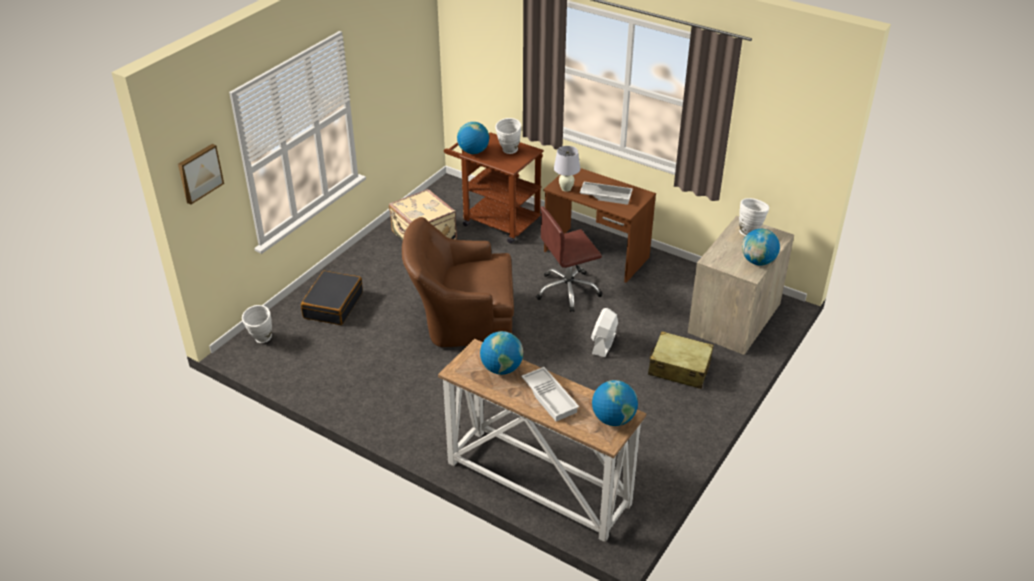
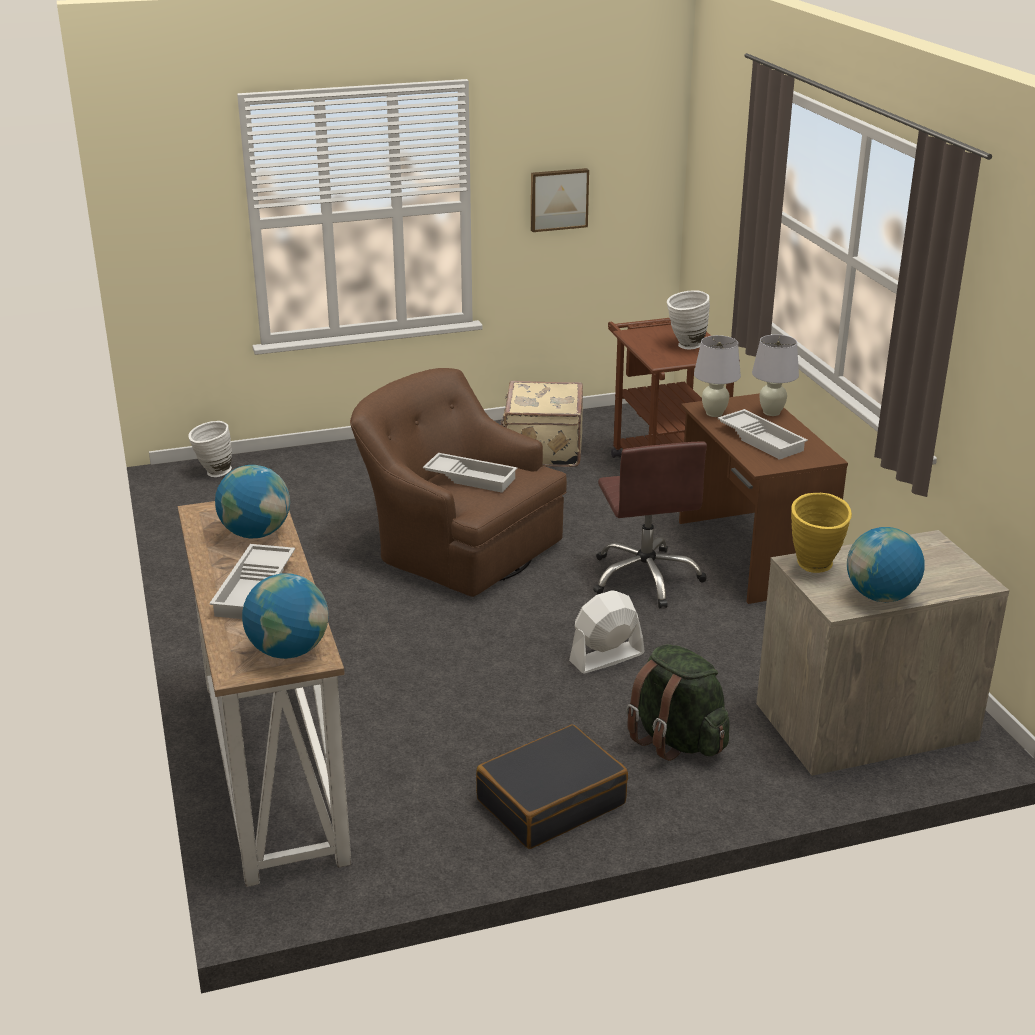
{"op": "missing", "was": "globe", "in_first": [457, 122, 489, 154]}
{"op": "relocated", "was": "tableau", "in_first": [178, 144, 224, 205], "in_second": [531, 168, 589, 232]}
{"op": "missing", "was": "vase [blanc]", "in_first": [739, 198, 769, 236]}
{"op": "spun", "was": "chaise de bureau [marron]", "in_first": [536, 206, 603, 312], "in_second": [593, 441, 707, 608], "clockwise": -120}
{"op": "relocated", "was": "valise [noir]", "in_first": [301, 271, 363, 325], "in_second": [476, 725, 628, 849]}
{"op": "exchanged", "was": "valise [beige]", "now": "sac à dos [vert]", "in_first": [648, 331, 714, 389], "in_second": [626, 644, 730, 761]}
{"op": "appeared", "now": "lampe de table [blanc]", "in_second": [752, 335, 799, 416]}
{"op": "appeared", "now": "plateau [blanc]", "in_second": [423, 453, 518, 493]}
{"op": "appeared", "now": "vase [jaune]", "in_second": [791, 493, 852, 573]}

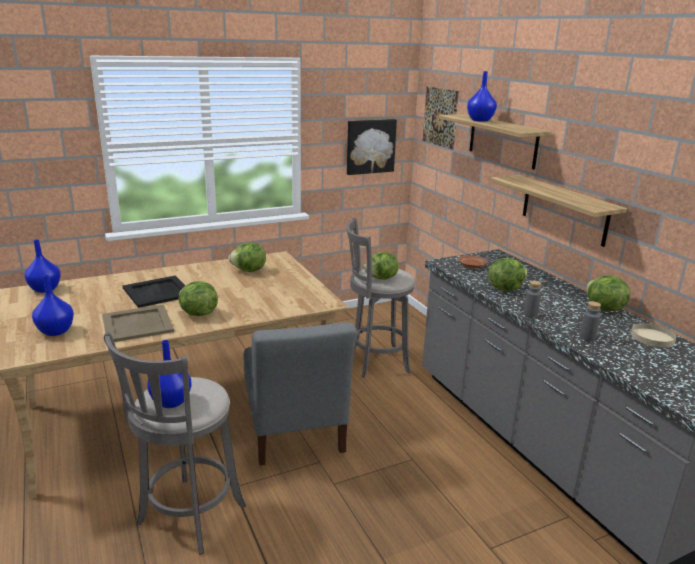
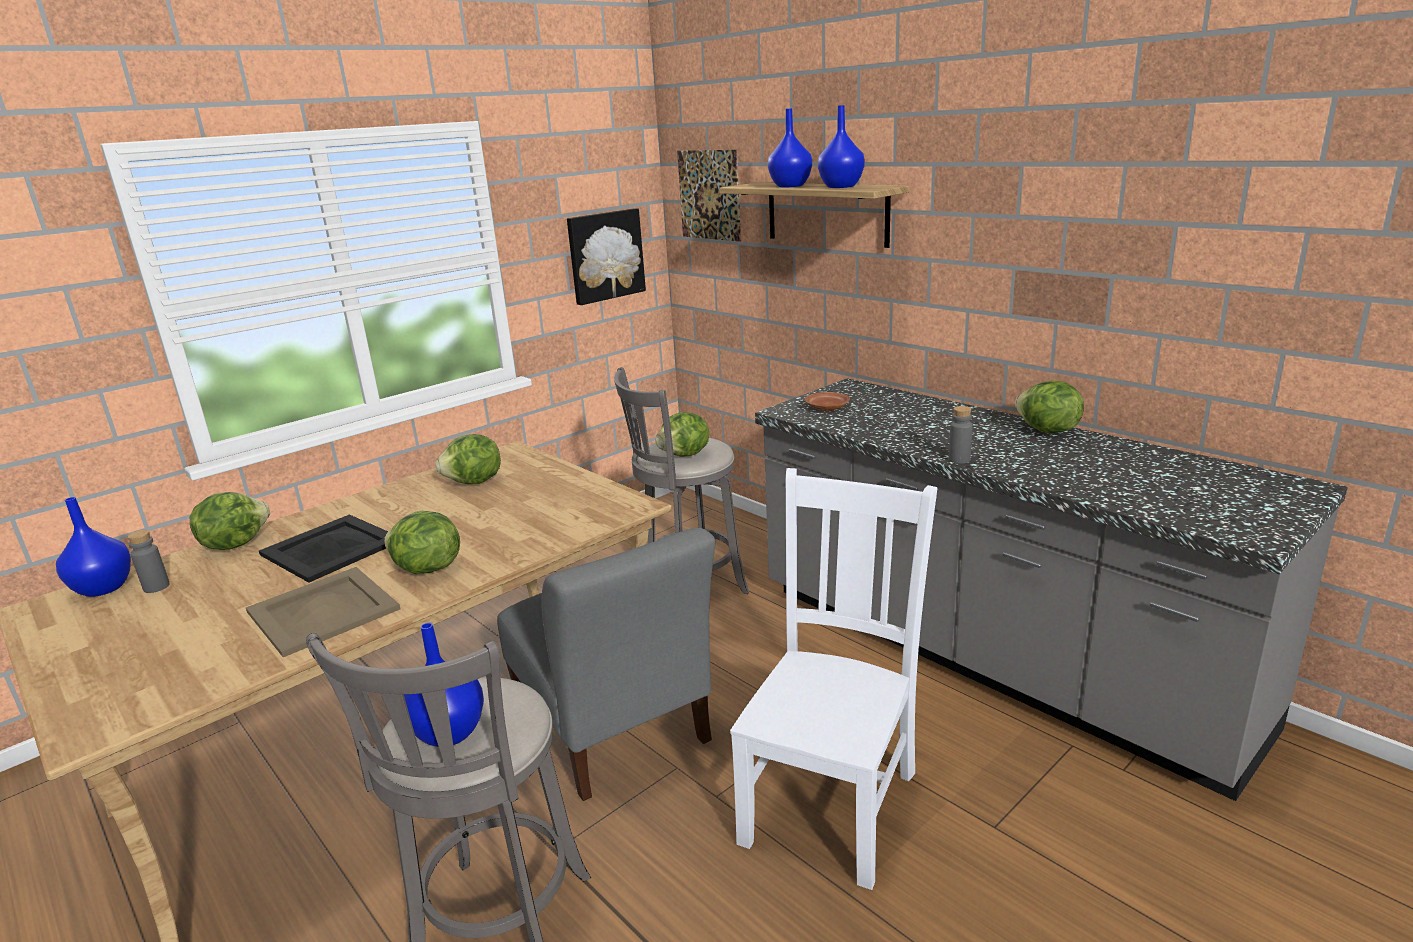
{"op": "missing", "was": "étagère", "in_first": [490, 175, 627, 247]}
{"op": "relocated", "was": "laitue", "in_first": [488, 258, 527, 291], "in_second": [190, 492, 270, 550]}
{"op": "relocated", "was": "vase [bleu]", "in_first": [32, 275, 74, 336], "in_second": [818, 105, 865, 188]}
{"op": "relocated", "was": "bouteille [gris]", "in_first": [580, 301, 601, 342], "in_second": [127, 530, 170, 593]}
{"op": "missing", "was": "assiette [beige]", "in_first": [631, 323, 676, 347]}
{"op": "appeared", "now": "chaise [blanc]", "in_second": [730, 468, 937, 890]}

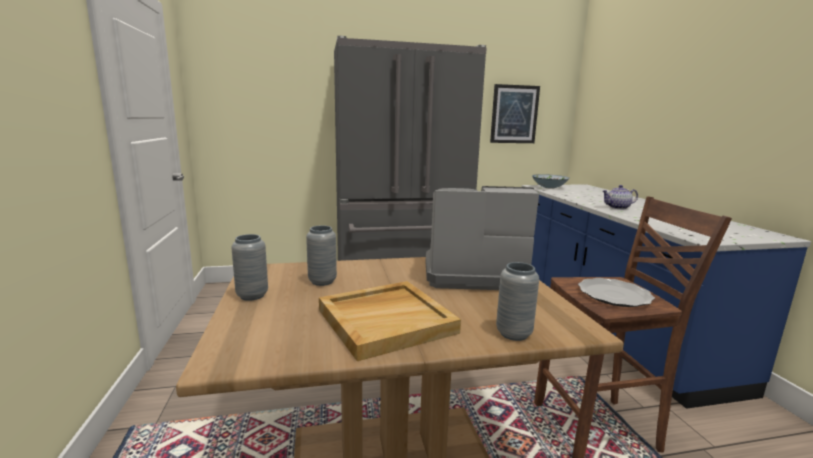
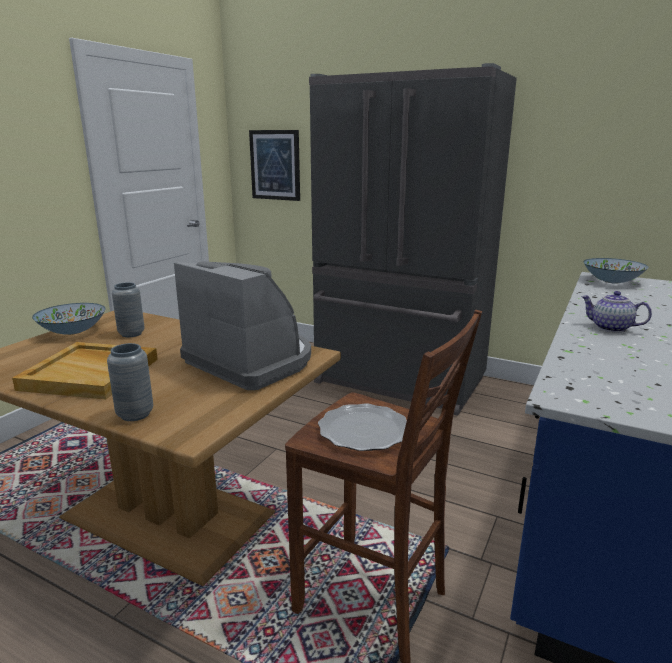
{"op": "relocated", "was": "tableau", "in_first": [490, 84, 540, 143], "in_second": [249, 130, 300, 201]}
{"op": "exchanged", "was": "vase [gris]", "now": "bol", "in_first": [231, 234, 268, 301], "in_second": [32, 303, 106, 335]}

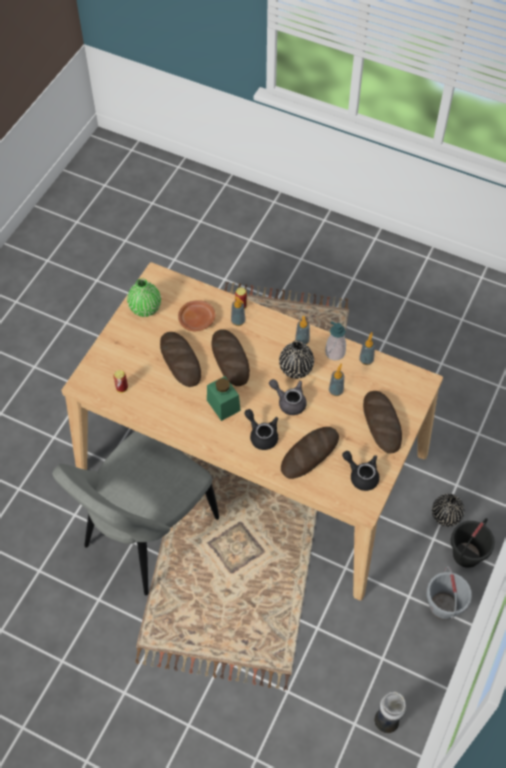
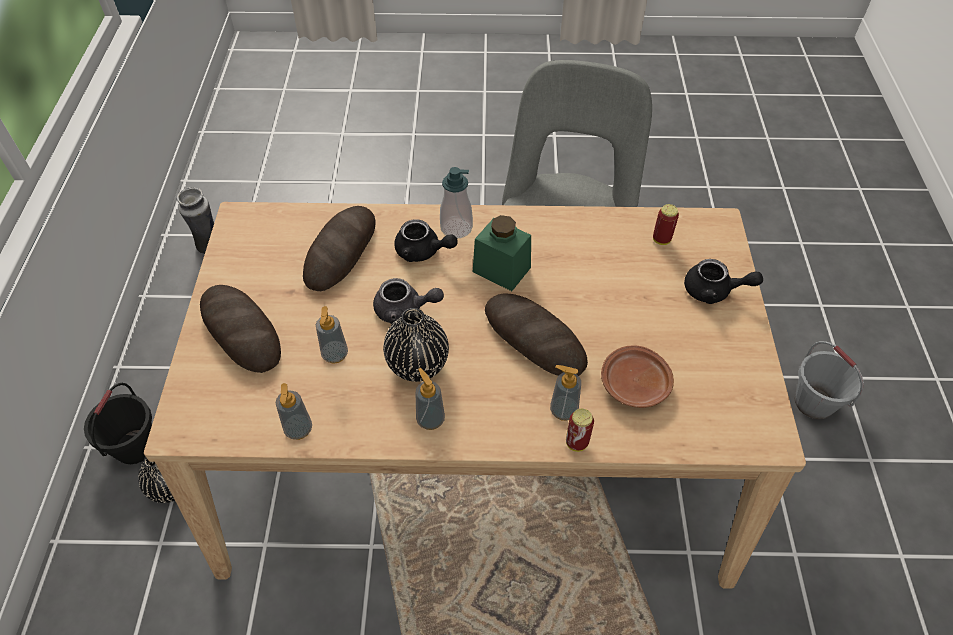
{"op": "missing", "was": "vase [vert]", "in_first": [127, 279, 161, 317]}
{"op": "relocated", "was": "distributeur de savon", "in_first": [325, 321, 346, 360], "in_second": [440, 167, 473, 238]}
{"op": "missing", "was": "pain", "in_first": [160, 332, 201, 387]}
{"op": "relocated", "was": "théière [noir]", "in_first": [342, 451, 380, 491], "in_second": [684, 259, 763, 304]}
{"op": "relocated", "was": "seau [gris]", "in_first": [426, 566, 472, 620], "in_second": [795, 341, 864, 419]}

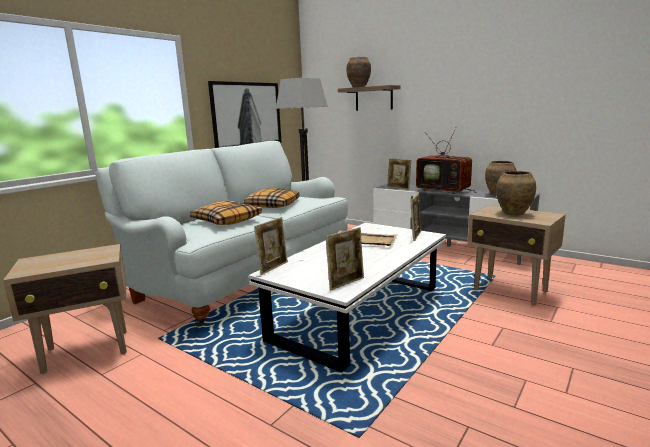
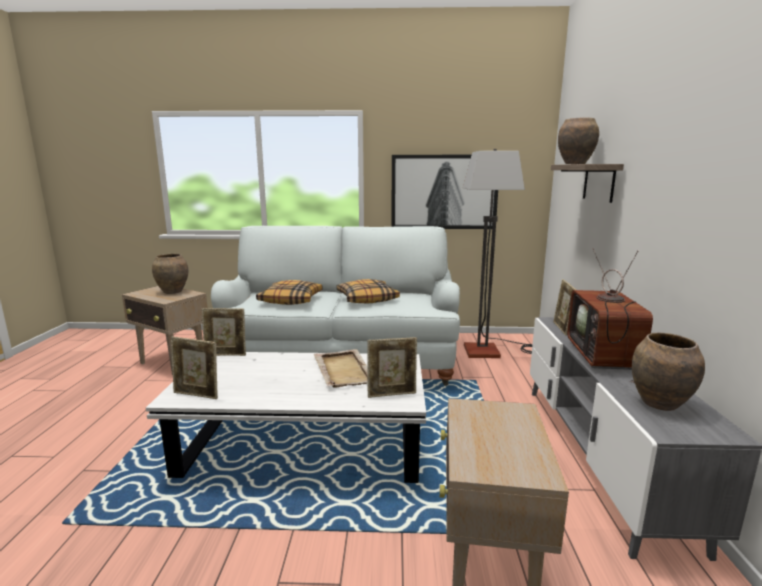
{"op": "relocated", "was": "vase [marron]", "in_first": [496, 171, 536, 216], "in_second": [152, 254, 188, 294]}

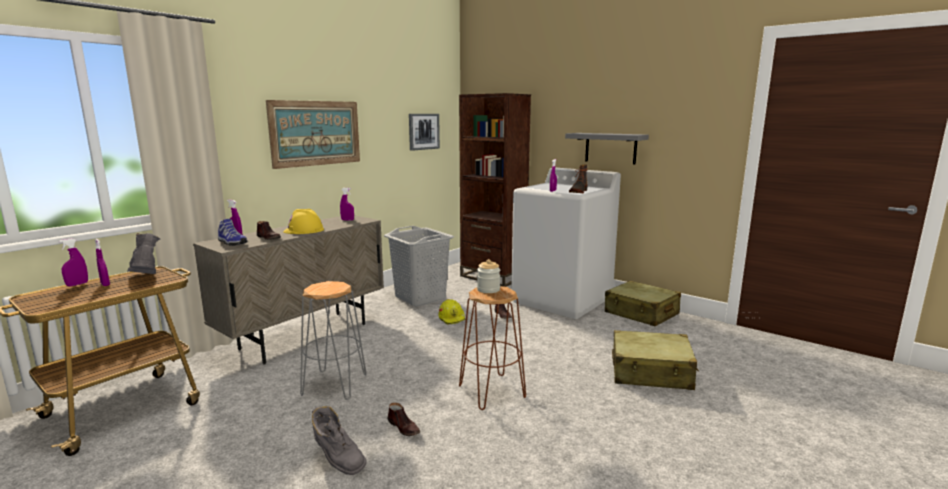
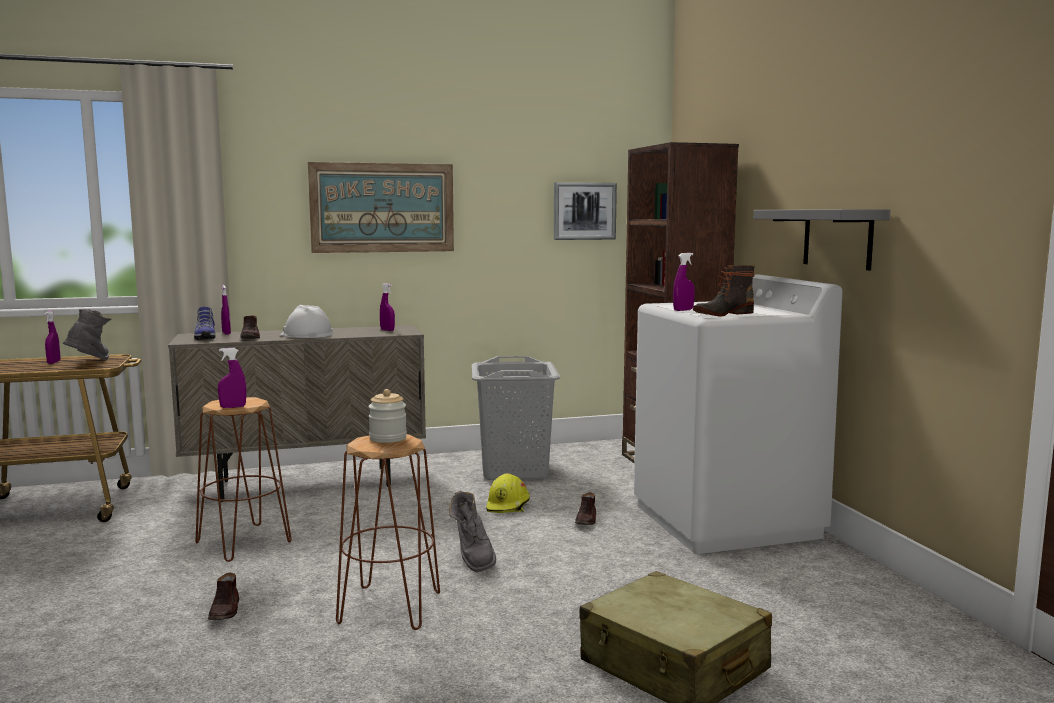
{"op": "colour", "was": "casque de chantier [jaune]", "now": "casque de chantier [blanc]", "in_first": [283, 209, 324, 234], "in_second": [280, 305, 333, 338]}
{"op": "relocated", "was": "vaporisateur [violet]", "in_first": [59, 238, 88, 286], "in_second": [218, 348, 246, 408]}
{"op": "colour", "was": "tabouret [gris]", "now": "tabouret [marron]", "in_first": [300, 281, 367, 400], "in_second": [195, 397, 291, 562]}
{"op": "missing", "was": "valise [beige]", "in_first": [605, 281, 681, 326]}
{"op": "relocated", "was": "botte [gris]", "in_first": [312, 406, 367, 475], "in_second": [449, 490, 496, 572]}

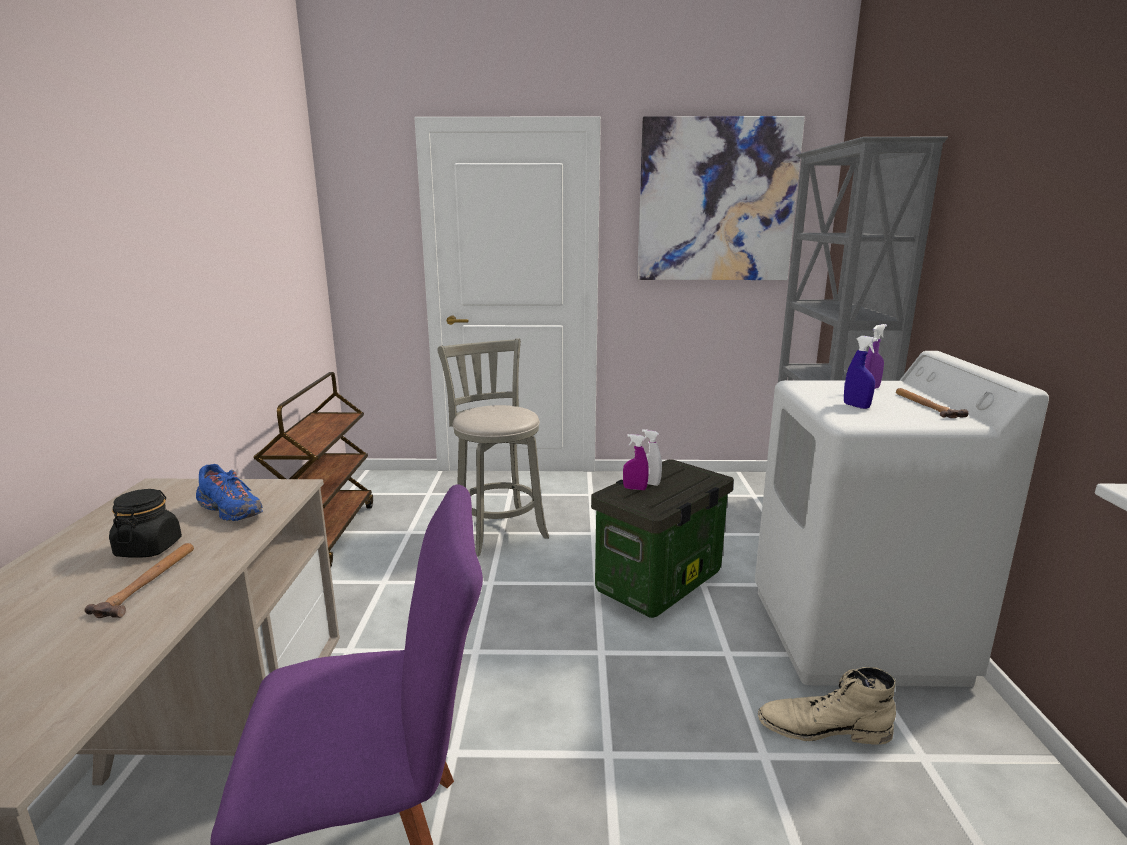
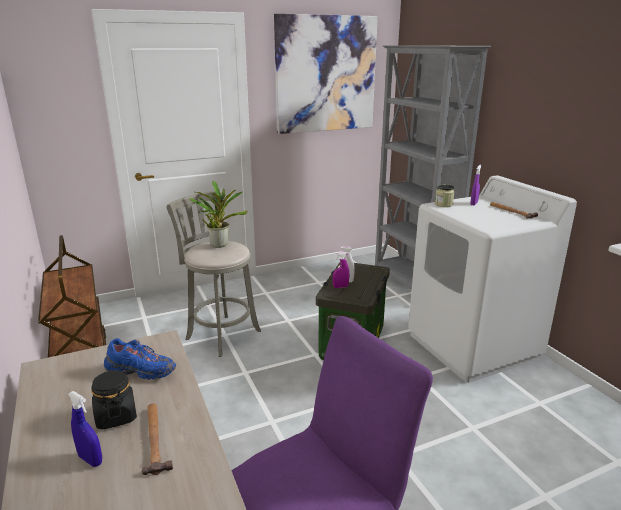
{"op": "relocated", "was": "vaporisateur [bleu]", "in_first": [844, 336, 878, 409], "in_second": [68, 391, 102, 467]}
{"op": "missing", "was": "botte [beige]", "in_first": [758, 667, 896, 745]}
{"op": "appeared", "now": "plante en pot", "in_second": [190, 181, 247, 248]}
{"op": "appeared", "now": "bocal", "in_second": [435, 184, 455, 207]}

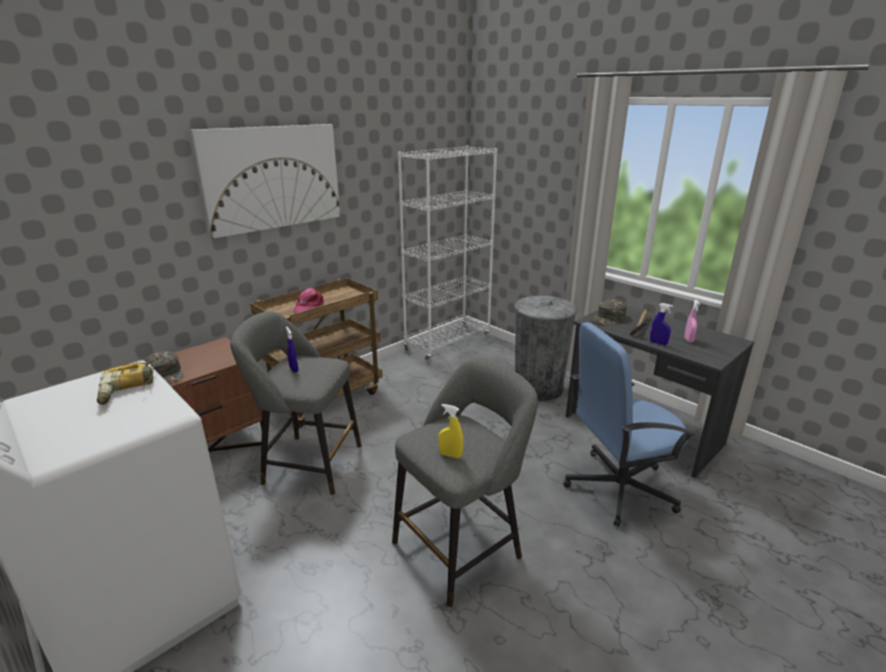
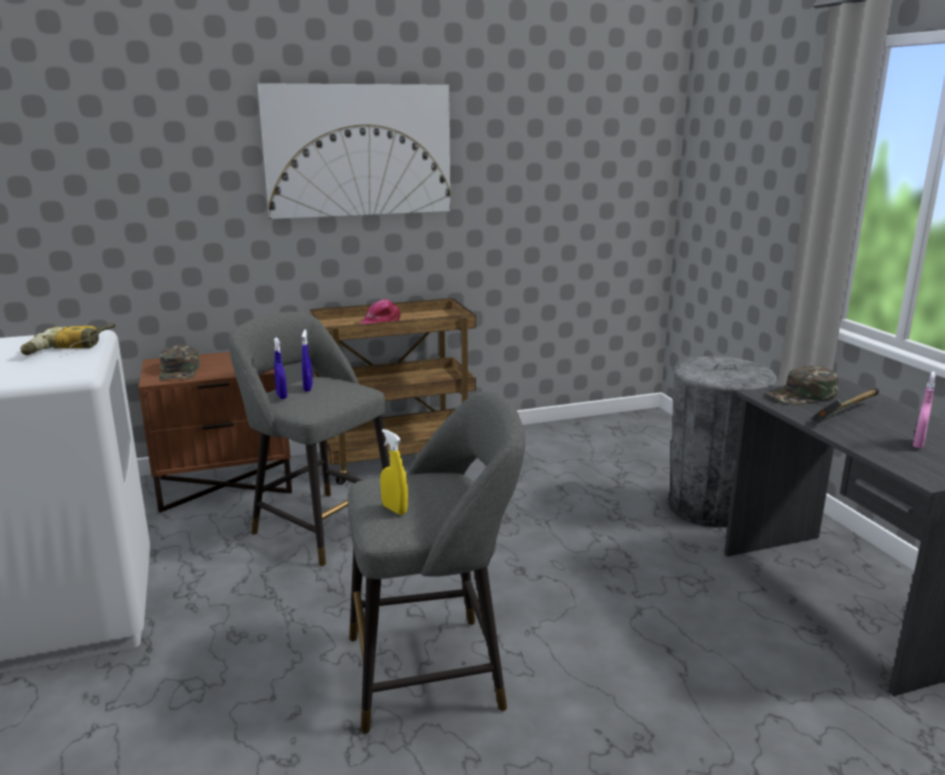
{"op": "missing", "was": "bibliothèque [blanc]", "in_first": [398, 146, 497, 363]}
{"op": "relocated", "was": "vaporisateur [bleu]", "in_first": [650, 303, 673, 345], "in_second": [274, 338, 287, 399]}
{"op": "missing", "was": "chaise de bureau [bleu]", "in_first": [564, 322, 695, 527]}

